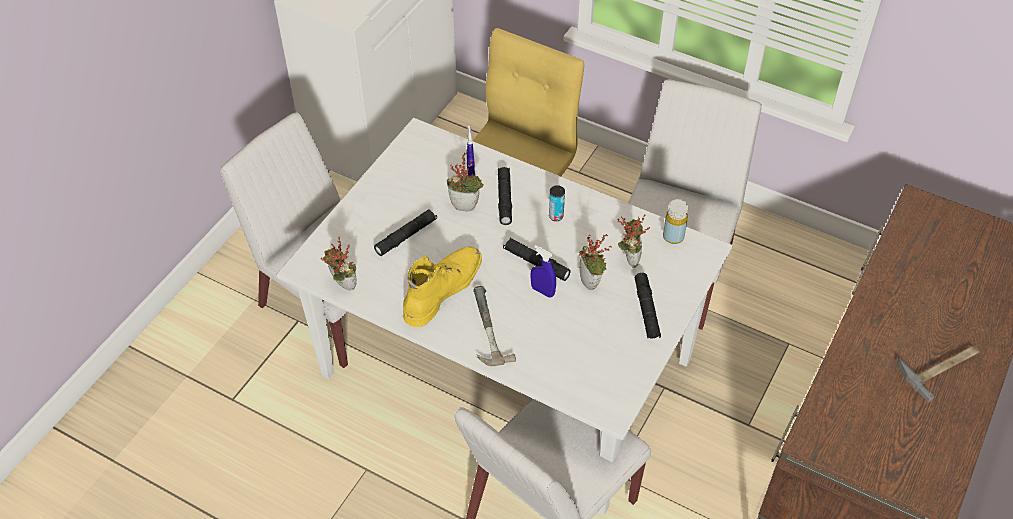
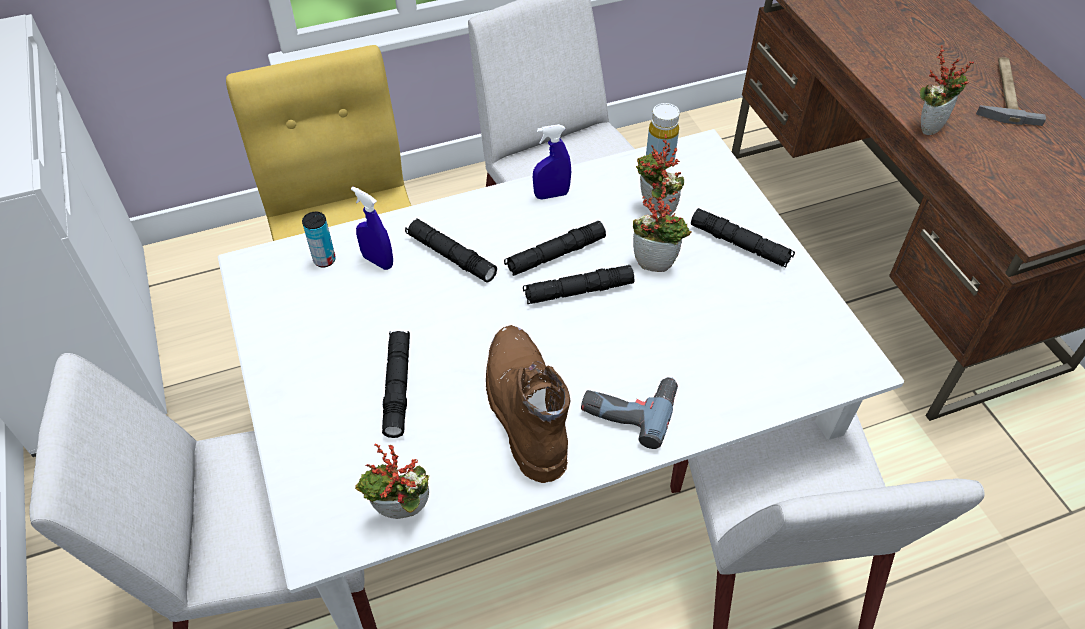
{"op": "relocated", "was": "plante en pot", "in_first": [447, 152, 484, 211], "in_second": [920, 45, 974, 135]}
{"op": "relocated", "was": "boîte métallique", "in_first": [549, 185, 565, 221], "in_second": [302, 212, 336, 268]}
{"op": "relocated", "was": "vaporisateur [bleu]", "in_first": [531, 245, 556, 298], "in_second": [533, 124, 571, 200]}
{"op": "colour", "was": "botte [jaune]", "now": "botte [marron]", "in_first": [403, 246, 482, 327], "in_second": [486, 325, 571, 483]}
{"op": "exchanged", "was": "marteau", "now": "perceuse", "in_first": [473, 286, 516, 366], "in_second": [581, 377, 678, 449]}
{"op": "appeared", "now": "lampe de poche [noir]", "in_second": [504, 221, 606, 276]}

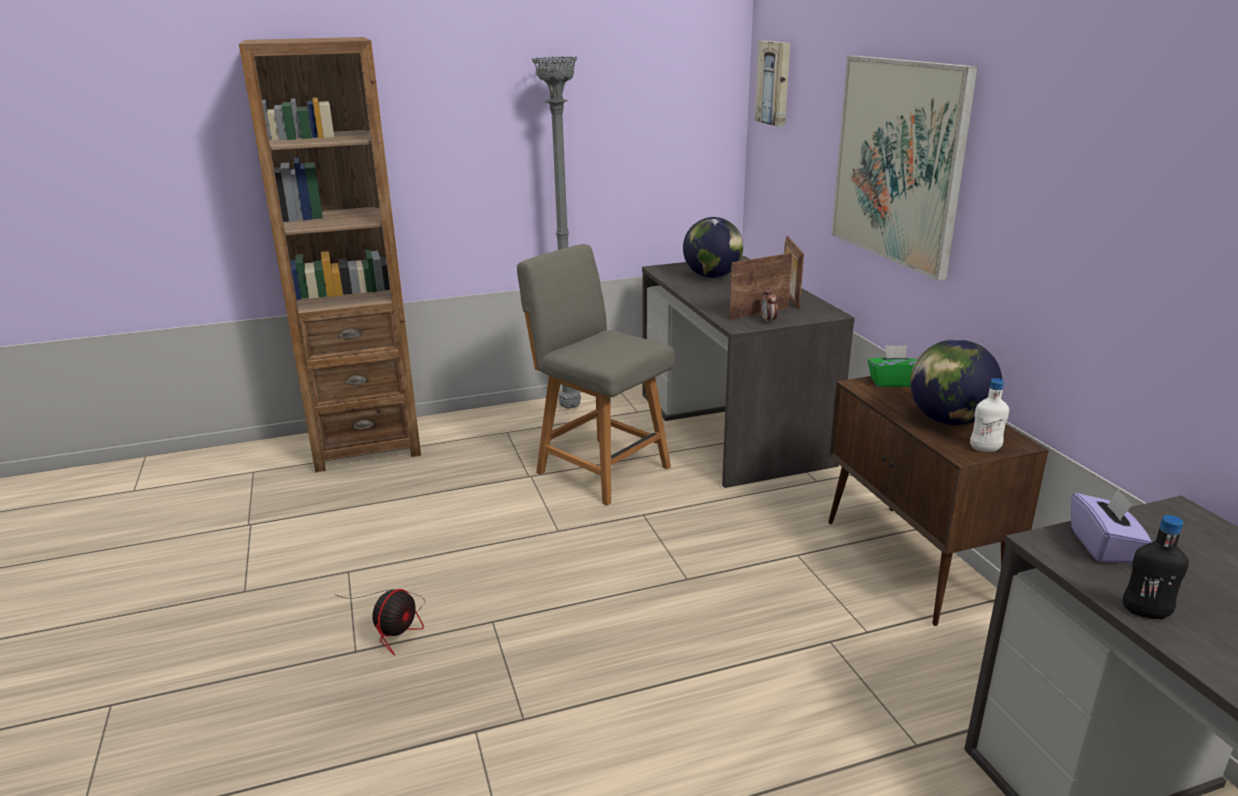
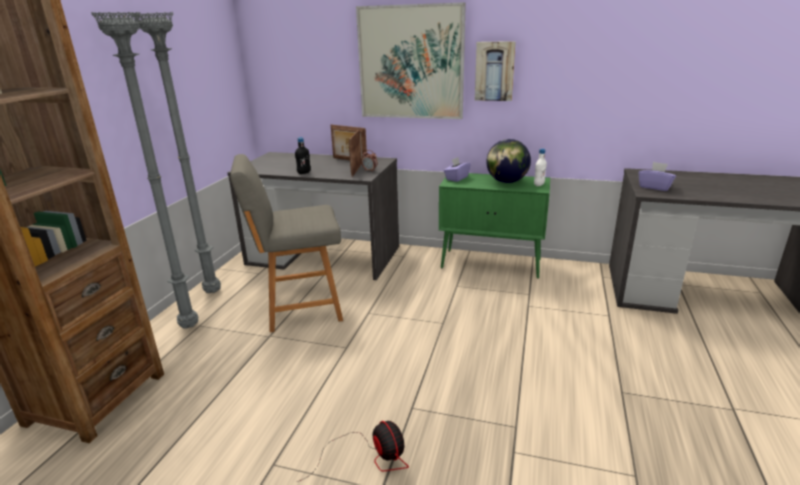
{"op": "relocated", "was": "tableau", "in_first": [755, 41, 790, 127], "in_second": [475, 41, 516, 101]}
{"op": "missing", "was": "globe", "in_first": [683, 217, 743, 278]}
{"op": "colour", "was": "boîte à mouchoirs [vert]", "now": "boîte à mouchoirs [violet]", "in_first": [868, 345, 917, 387], "in_second": [444, 157, 471, 182]}
{"op": "colour", "was": "meuble de rangement [marron]", "now": "meuble de rangement [vert]", "in_first": [828, 376, 1049, 626], "in_second": [439, 173, 550, 279]}
{"op": "relocated", "was": "bouteille [noir]", "in_first": [1123, 515, 1189, 619], "in_second": [295, 137, 311, 174]}
{"op": "appeared", "now": "lampadaire [gris]", "in_second": [91, 12, 198, 329]}

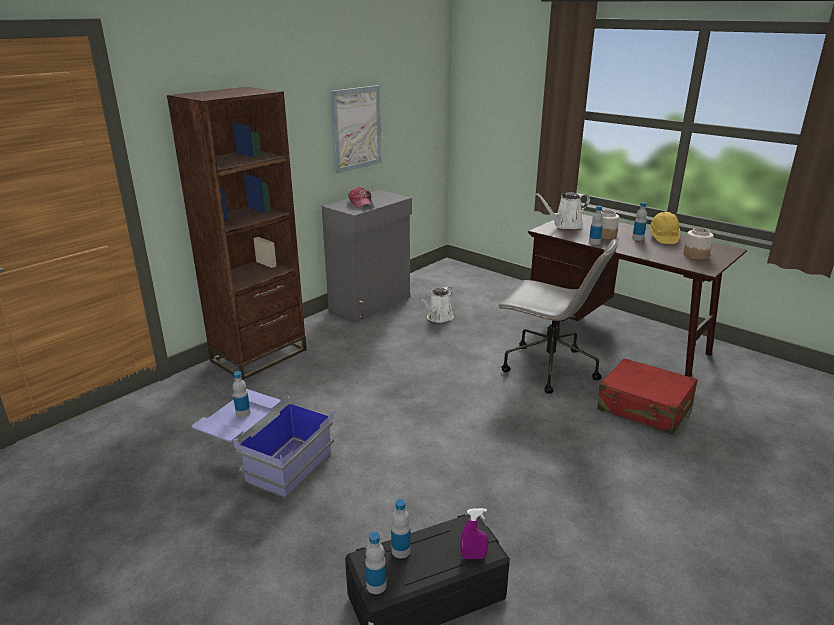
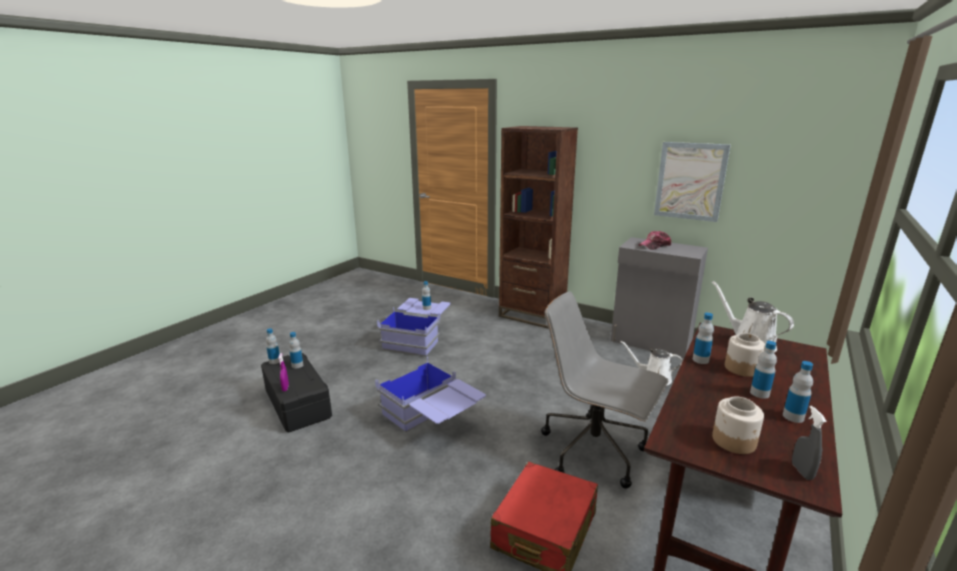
{"op": "exchanged", "was": "casque de chantier [jaune]", "now": "bouteille", "in_first": [649, 212, 680, 244], "in_second": [783, 361, 813, 423]}
{"op": "spun", "was": "chaise de bureau [gris]", "in_first": [497, 238, 618, 394], "in_second": [541, 292, 668, 489], "clockwise": 105}
{"op": "appeared", "now": "boîte de rangement [bleu]", "in_second": [375, 357, 486, 432]}
{"op": "appeared", "now": "vaporisateur [gris]", "in_second": [792, 406, 827, 480]}

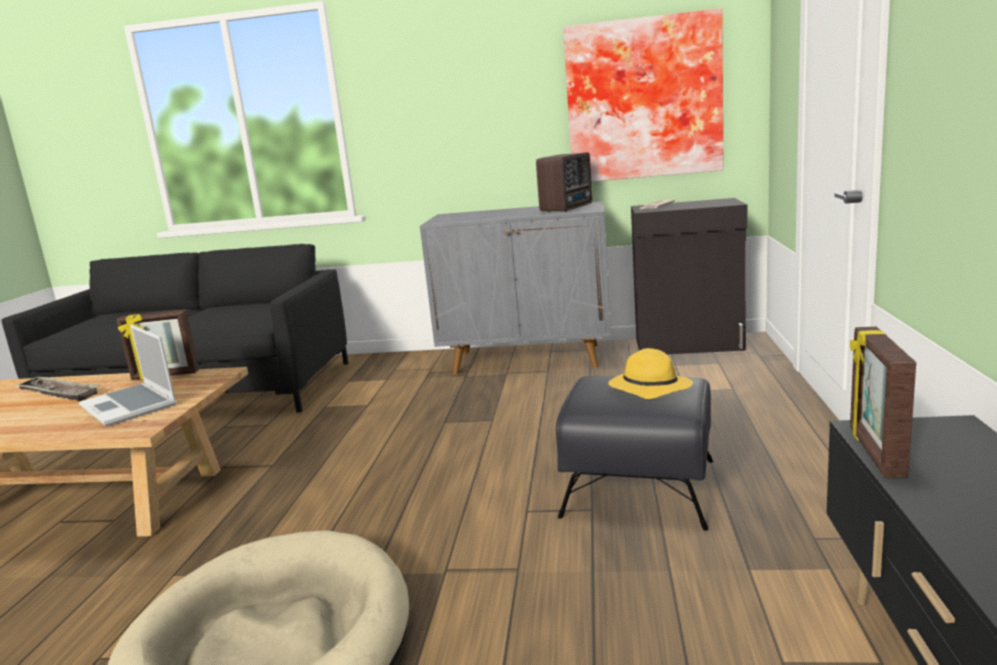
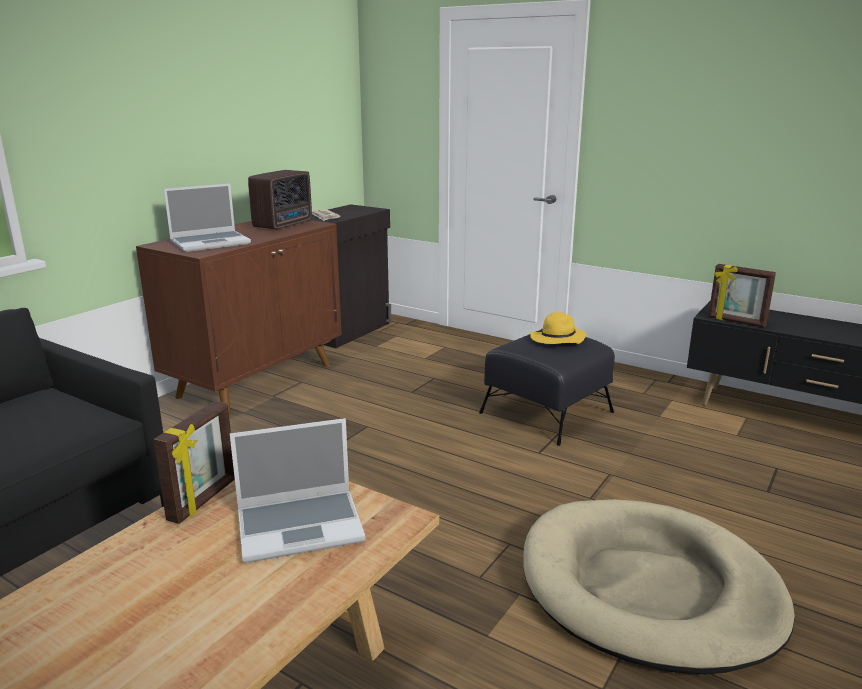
{"op": "missing", "was": "tableau", "in_first": [563, 8, 724, 182]}
{"op": "spun", "was": "radio", "in_first": [536, 153, 592, 212], "in_second": [248, 170, 312, 230], "clockwise": 60}
{"op": "colour", "was": "meuble de rangement [gris]", "now": "meuble de rangement [marron]", "in_first": [420, 201, 611, 374], "in_second": [136, 220, 342, 415]}
{"op": "missing", "was": "plateau", "in_first": [14, 376, 100, 402]}
{"op": "appeared", "now": "ordinateur portable", "in_second": [164, 183, 251, 252]}

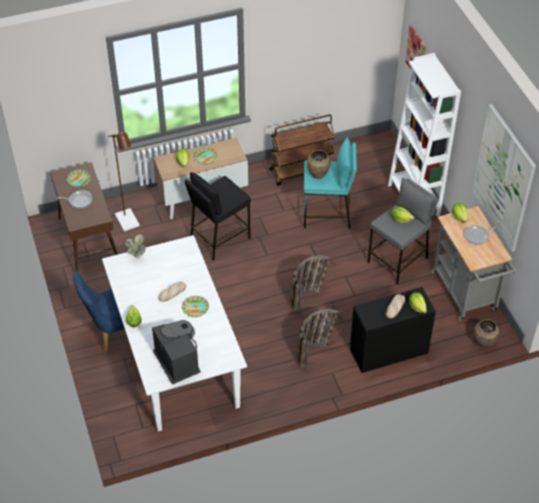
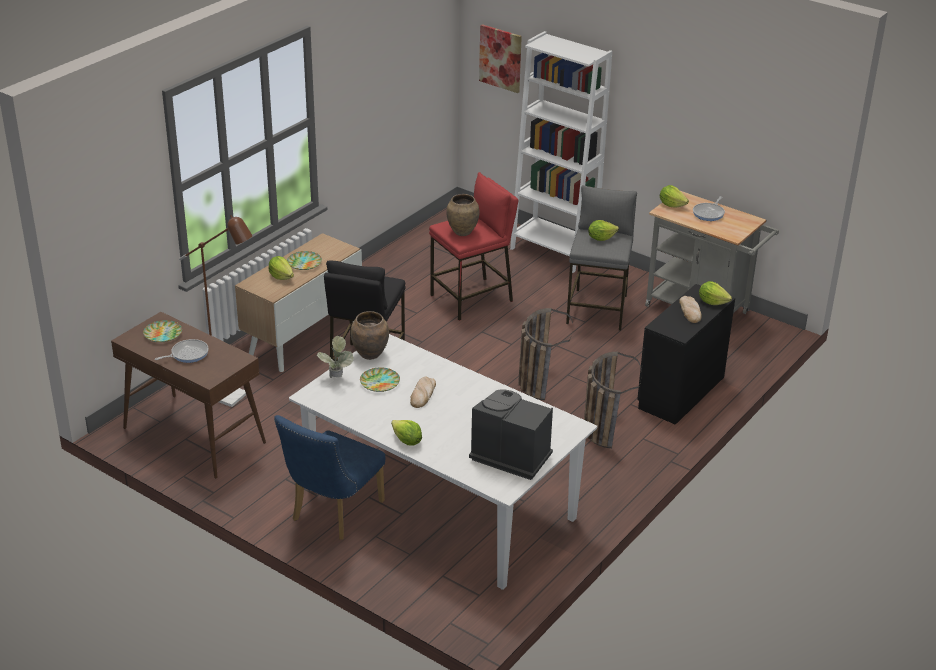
{"op": "missing", "was": "tableau", "in_first": [472, 104, 536, 252]}
{"op": "missing", "was": "chariot [marron]", "in_first": [269, 114, 335, 186]}
{"op": "colour", "was": "tabouret [turquoise]", "now": "tabouret [rouge]", "in_first": [304, 138, 357, 229], "in_second": [429, 172, 518, 321]}
{"op": "relocated", "was": "assiette", "in_first": [182, 296, 209, 317], "in_second": [360, 367, 400, 392]}
{"op": "relocated", "was": "vase [marron]", "in_first": [473, 319, 499, 348], "in_second": [350, 311, 389, 360]}

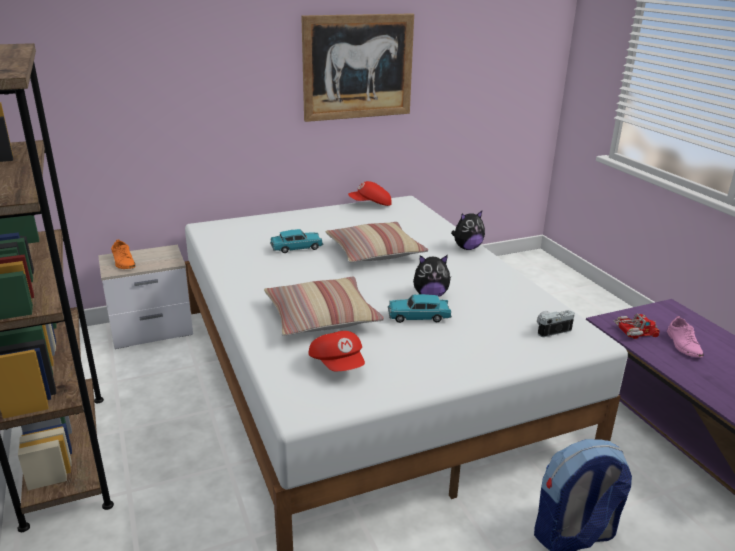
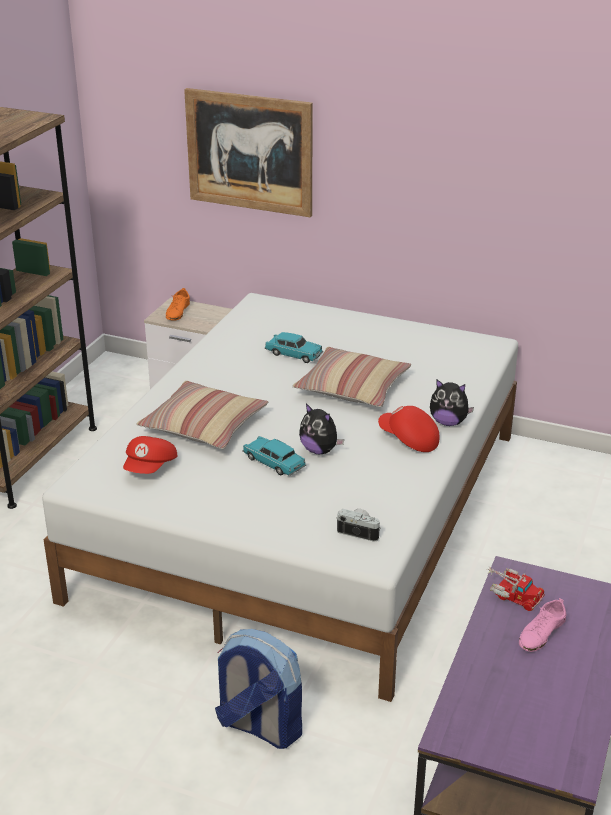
{"op": "relocated", "was": "tableau", "in_first": [301, 13, 414, 122], "in_second": [184, 88, 313, 217]}
{"op": "relocated", "was": "casquette [rouge]", "in_first": [348, 181, 392, 206], "in_second": [378, 406, 440, 452]}

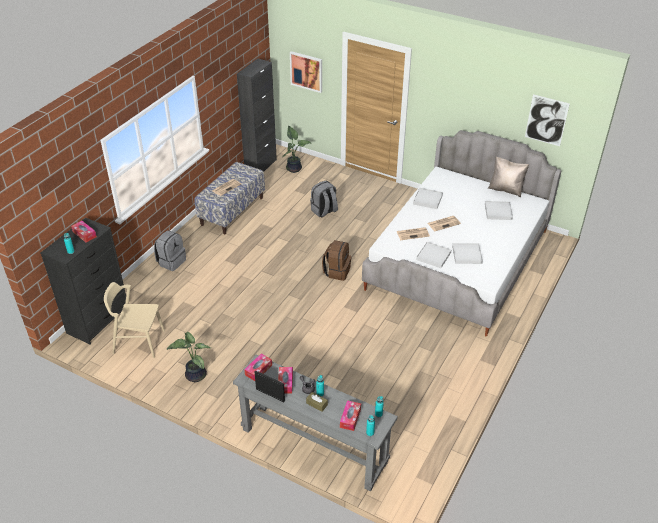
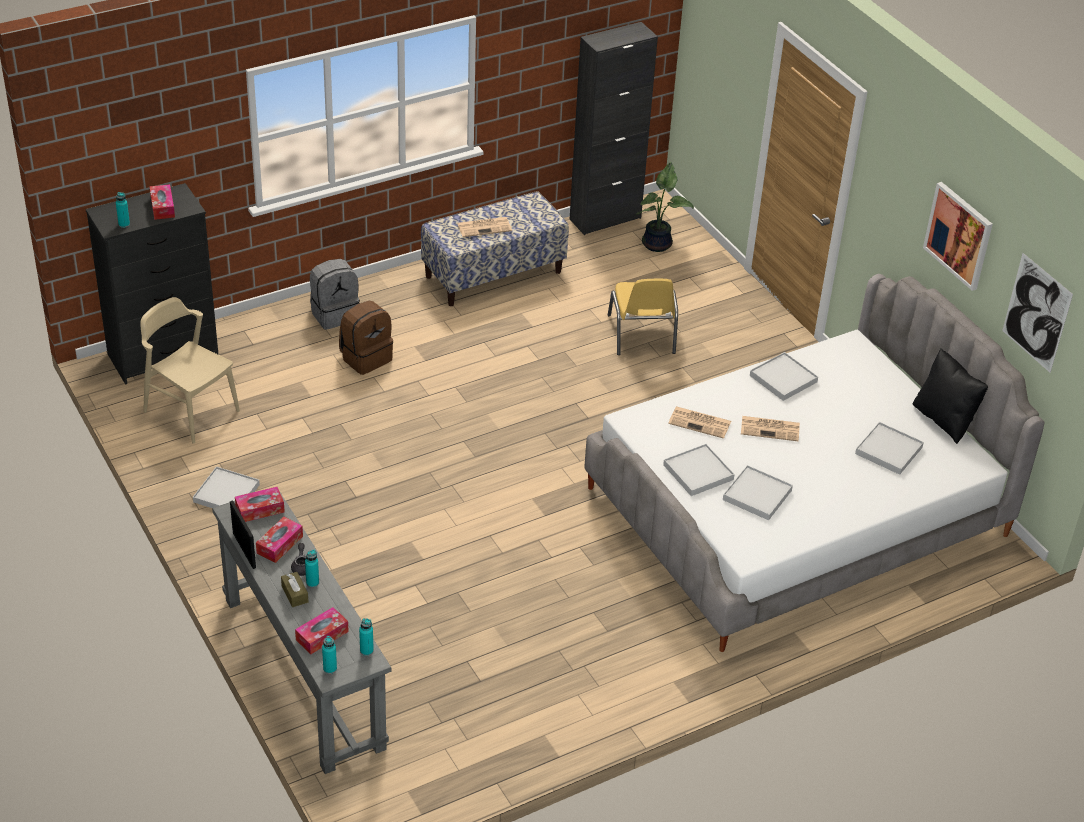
{"op": "relocated", "was": "tableau", "in_first": [290, 51, 322, 93], "in_second": [923, 182, 993, 291]}
{"op": "colour", "was": "coussin [beige]", "now": "coussin [noir]", "in_first": [488, 157, 529, 197], "in_second": [912, 348, 988, 444]}
{"op": "exchanged", "was": "sac à dos [gris]", "now": "chaise [jaune]", "in_first": [310, 181, 338, 218], "in_second": [608, 279, 678, 355]}
{"op": "relocated", "was": "sac à dos [marron]", "in_first": [322, 240, 352, 281], "in_second": [339, 301, 393, 375]}
{"op": "exchanged", "was": "plante en pot", "now": "plateau [blanc]", "in_first": [167, 332, 211, 382], "in_second": [193, 466, 260, 508]}

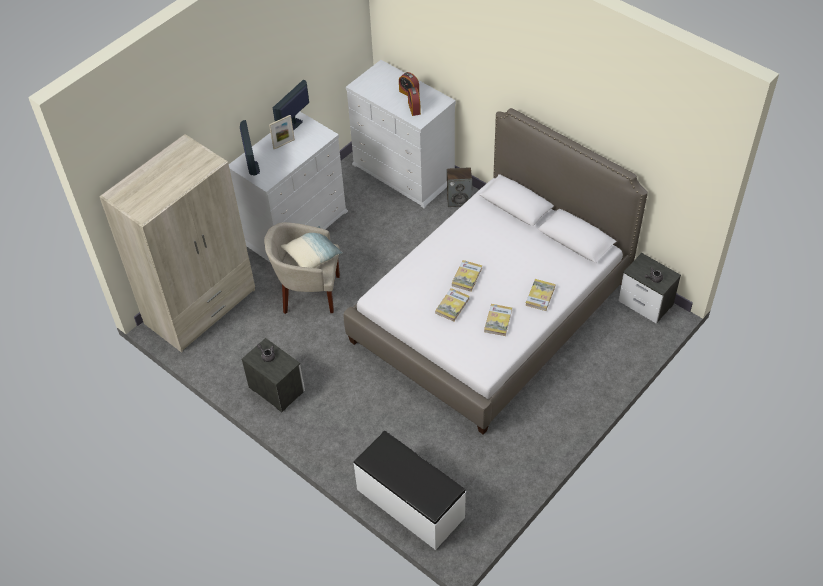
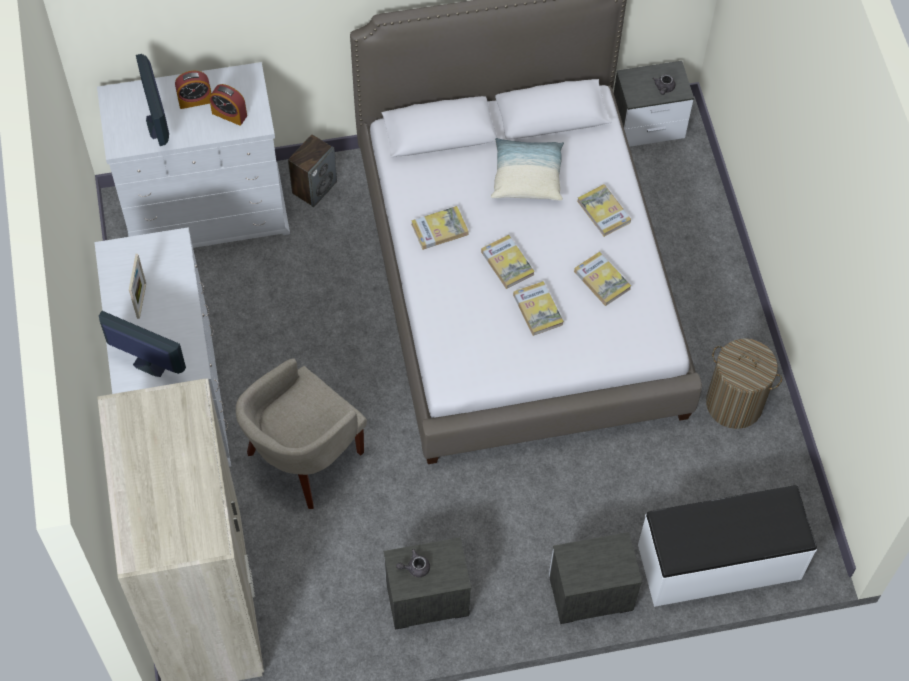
{"op": "relocated", "was": "écran d'ordinateur", "in_first": [273, 80, 309, 130], "in_second": [136, 54, 169, 146]}
{"op": "relocated", "was": "coussin", "in_first": [281, 226, 343, 268], "in_second": [491, 138, 564, 201]}
{"op": "appeared", "now": "livre", "in_second": [411, 206, 469, 250]}
{"op": "appeared", "now": "panier à linge", "in_second": [706, 338, 782, 429]}
{"op": "appeared", "now": "table de chevet", "in_second": [549, 532, 642, 624]}

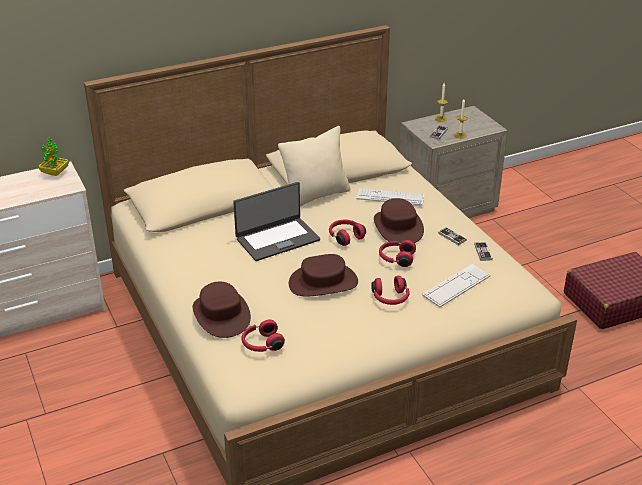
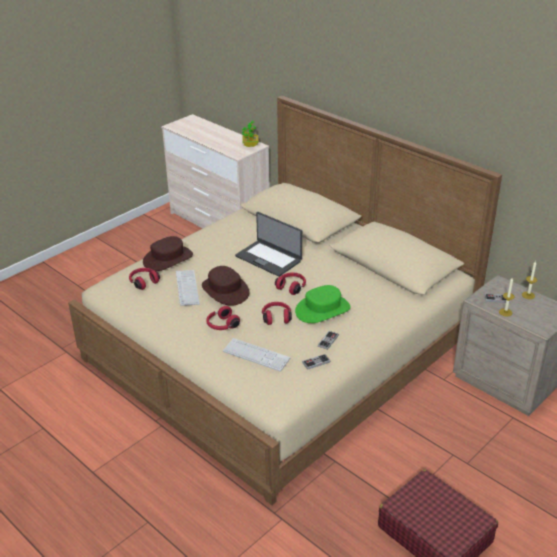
{"op": "missing", "was": "coussin [beige]", "in_first": [278, 126, 351, 207]}
{"op": "relocated", "was": "clavier", "in_first": [356, 188, 424, 205], "in_second": [176, 270, 200, 306]}
{"op": "colour", "was": "chapeau [marron]", "now": "chapeau [vert]", "in_first": [374, 198, 424, 245], "in_second": [295, 285, 351, 323]}

